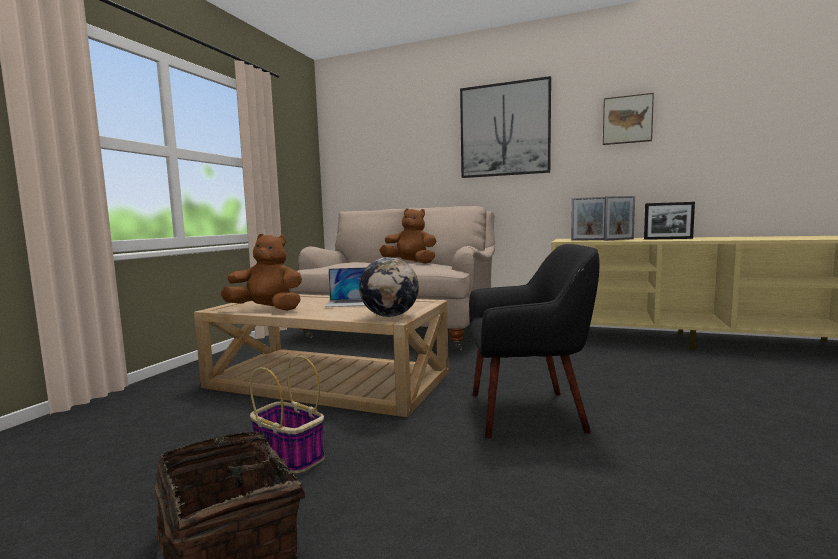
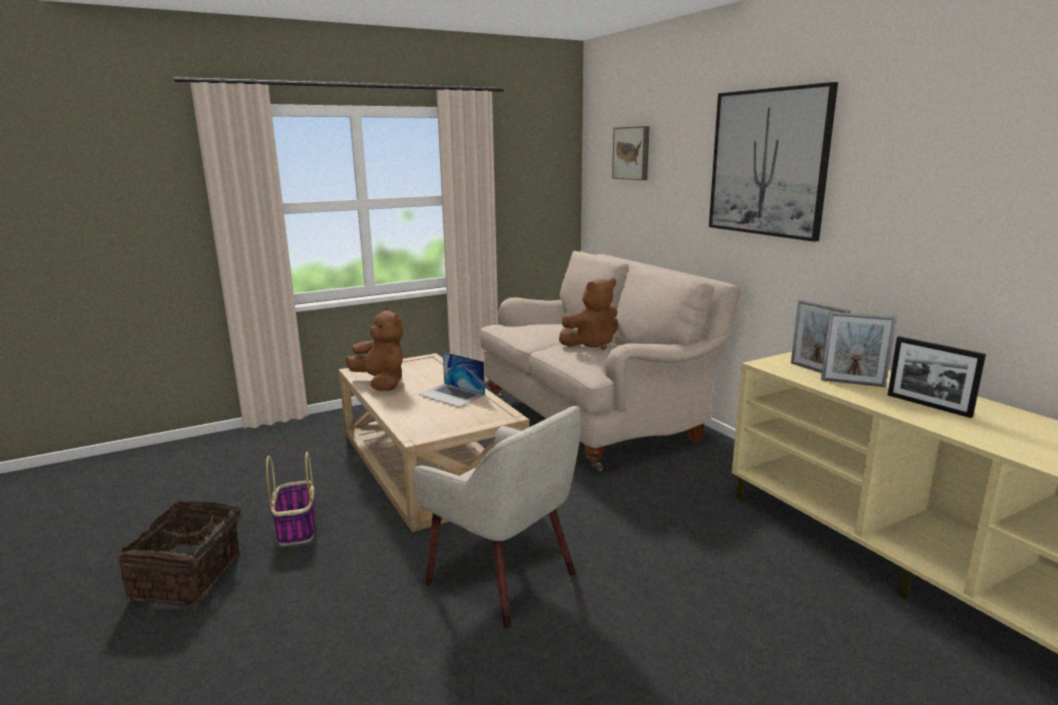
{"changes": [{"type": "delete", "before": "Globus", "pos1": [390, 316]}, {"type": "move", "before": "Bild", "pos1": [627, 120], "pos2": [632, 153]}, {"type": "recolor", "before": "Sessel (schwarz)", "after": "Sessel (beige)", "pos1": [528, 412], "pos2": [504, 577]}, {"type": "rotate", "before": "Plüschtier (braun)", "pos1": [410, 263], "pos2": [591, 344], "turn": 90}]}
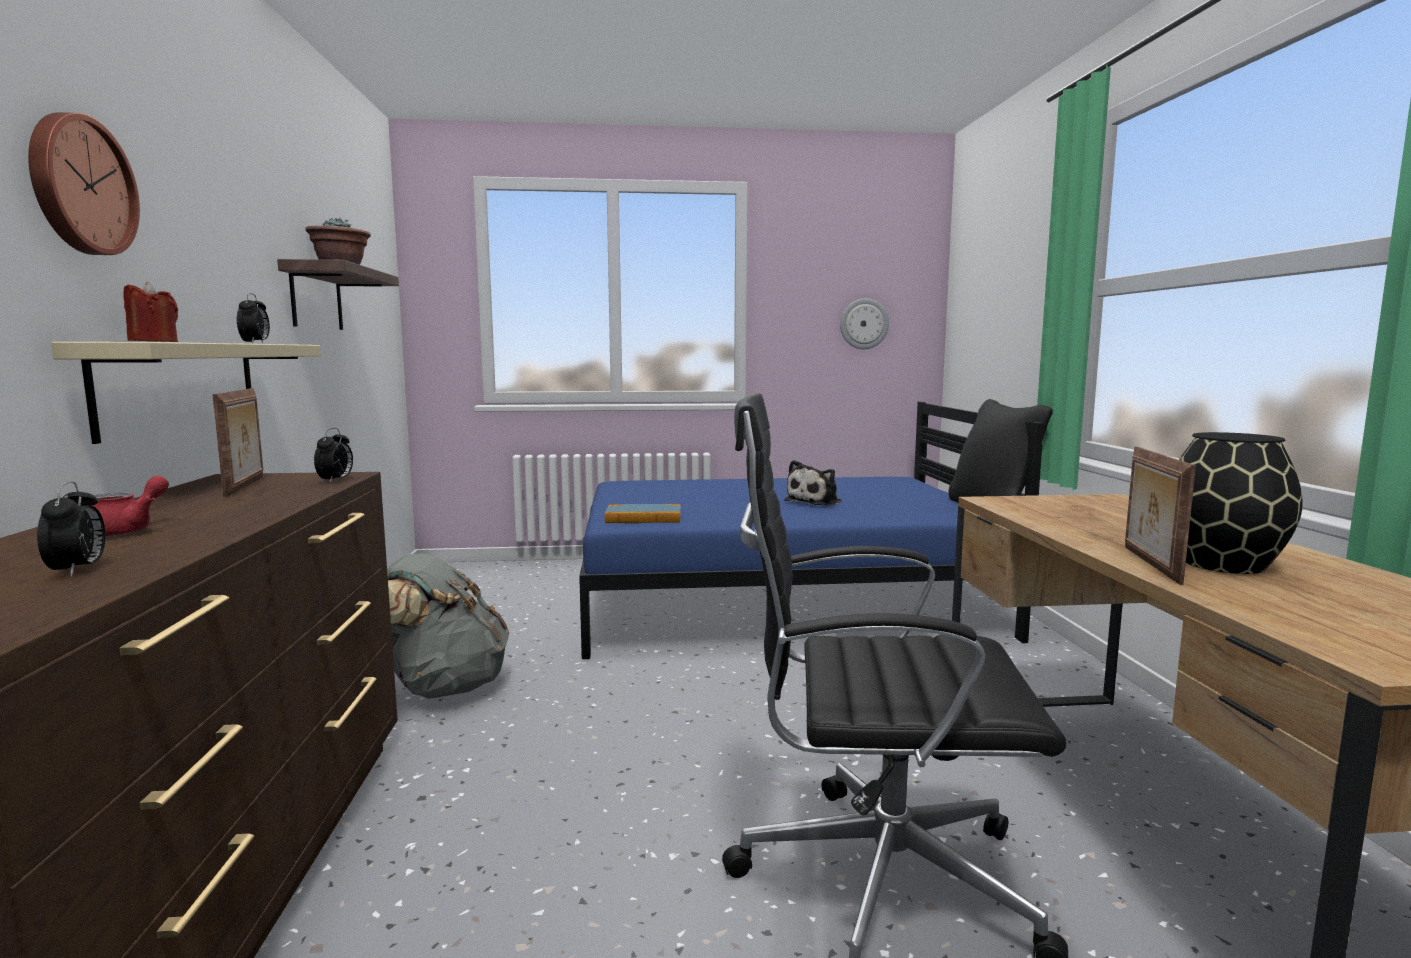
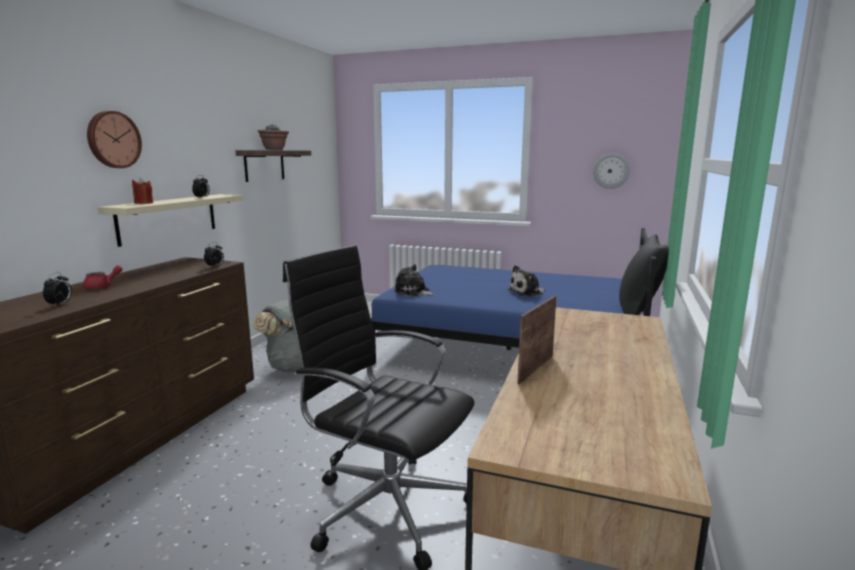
{"changes": [{"type": "delete", "before": "Bilderrahmen", "pos1": [246, 486]}, {"type": "delete", "before": "Vase (schwarz)", "pos1": [1223, 564]}, {"type": "replace", "before": "Buch", "after": "Plüschtier", "pos1": [643, 518], "pos2": [413, 292]}]}
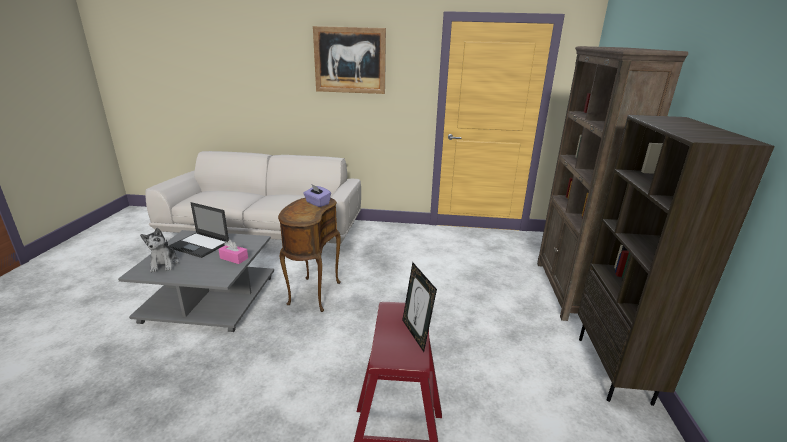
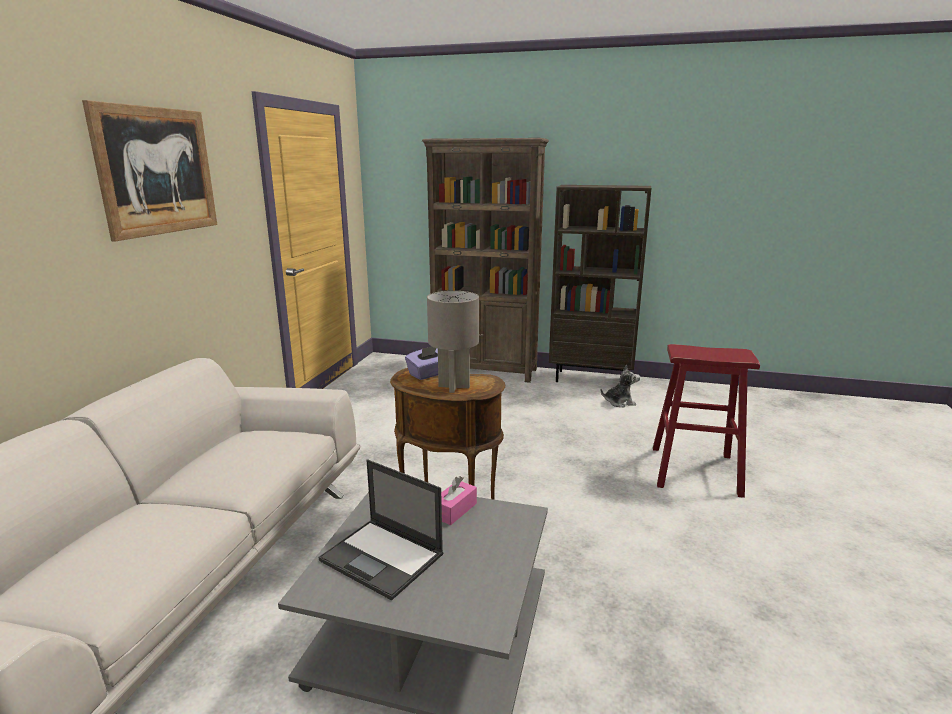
{"changes": [{"type": "delete", "before": "Bilderrahmen", "pos1": [416, 334]}, {"type": "insert", "after": "Tischlampe (grau)", "pos2": [454, 387]}, {"type": "move", "before": "Plüschtier", "pos1": [164, 264], "pos2": [619, 402]}, {"type": "rotate", "before": "Laptop", "pos1": [200, 245], "pos2": [383, 558], "turn": 90}]}
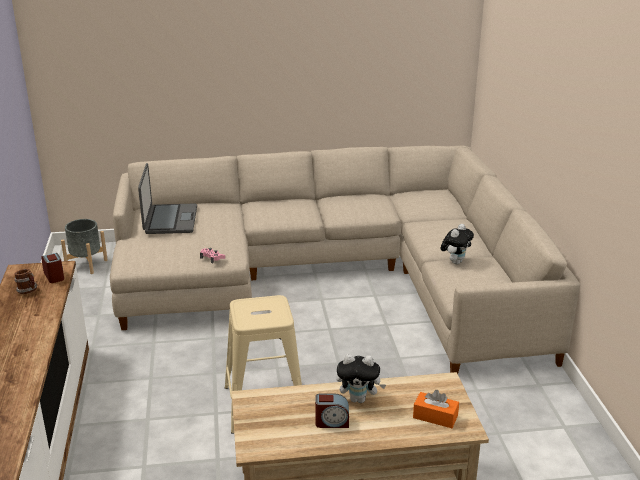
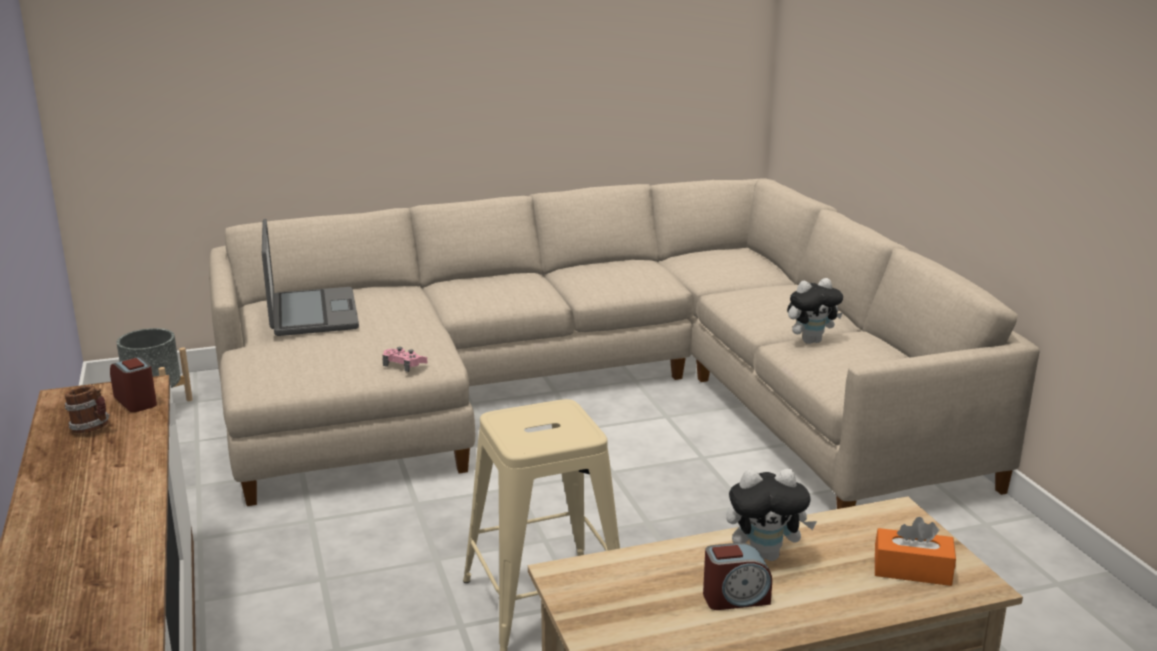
{"changes": [{"type": "rotate", "before": "Plüschtier", "pos1": [455, 262], "pos2": [811, 341], "turn": 45}]}
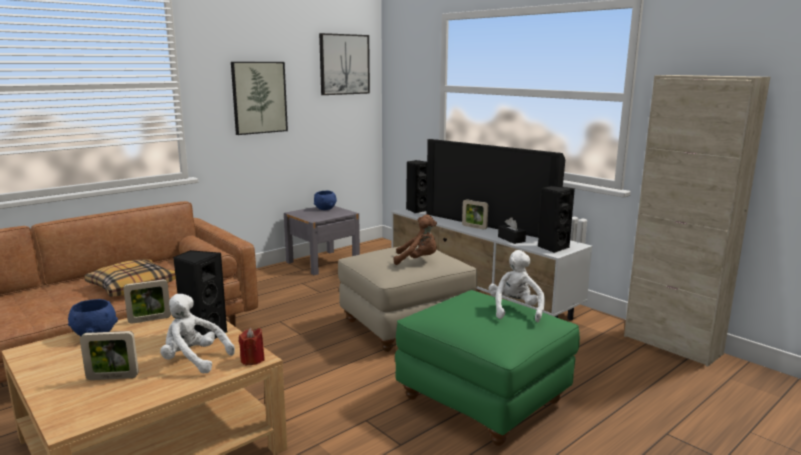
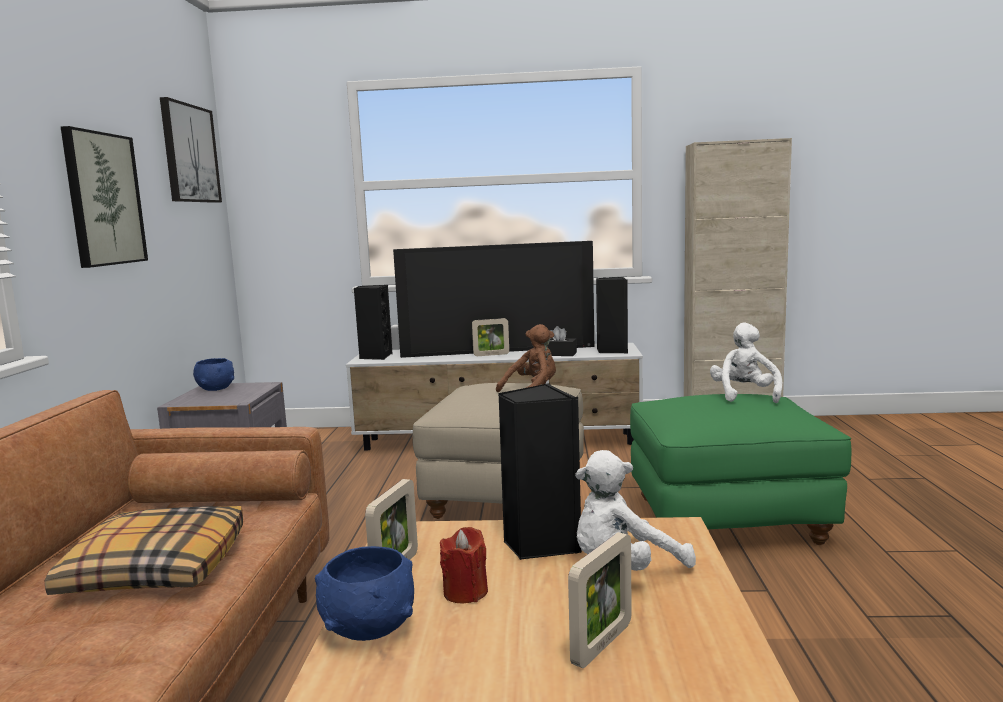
{"changes": [{"type": "move", "before": "Kerze (rot)", "pos1": [252, 360], "pos2": [465, 592]}, {"type": "rotate", "before": "Plüschtier (weiß)", "pos1": [515, 310], "pos2": [744, 395], "turn": 45}]}
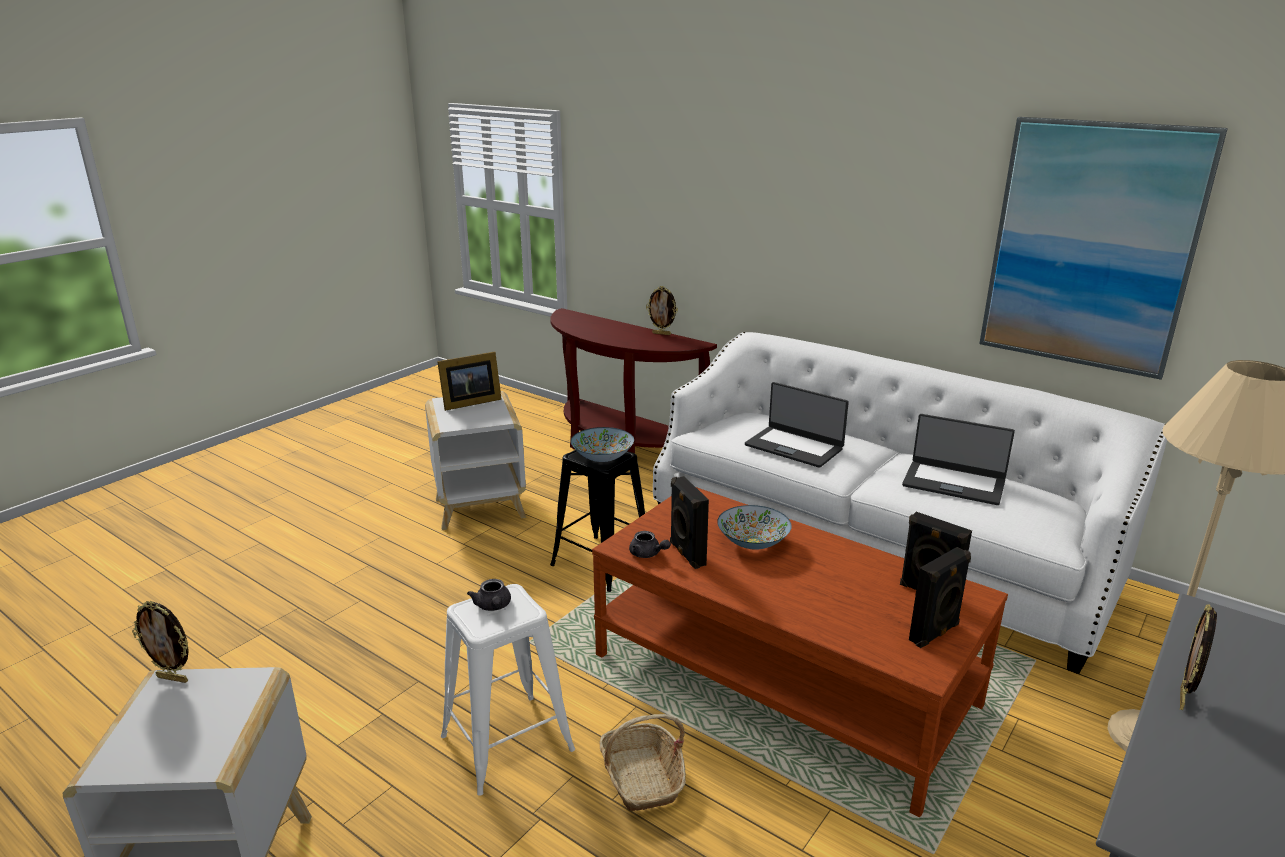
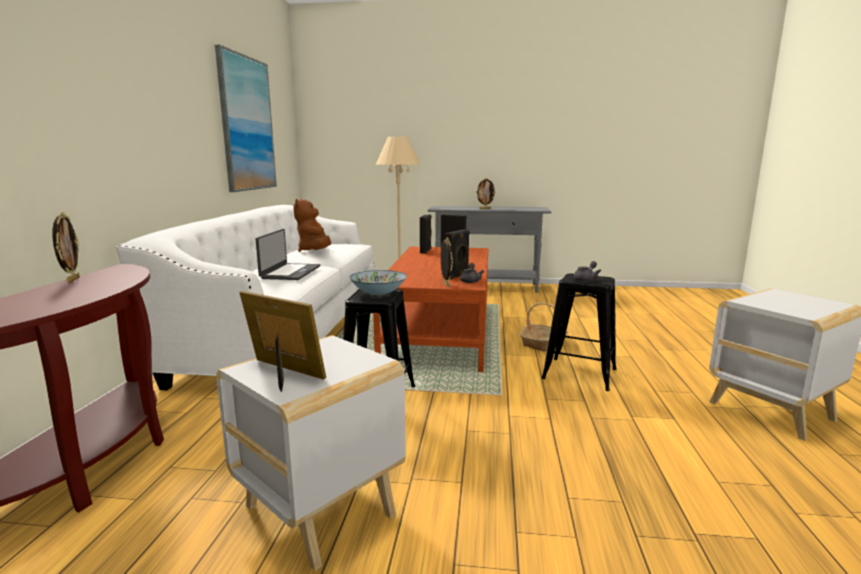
{"changes": [{"type": "delete", "before": "Schüssel", "pos1": [753, 542]}, {"type": "move", "before": "Bilderrahmen", "pos1": [173, 678], "pos2": [446, 285]}, {"type": "replace", "before": "Laptop", "after": "Plüschtier (braun)", "pos1": [953, 483], "pos2": [315, 251]}, {"type": "recolor", "before": "Hocker (weiß)", "after": "Hocker (schwarz)", "pos1": [507, 743], "pos2": [579, 374]}]}
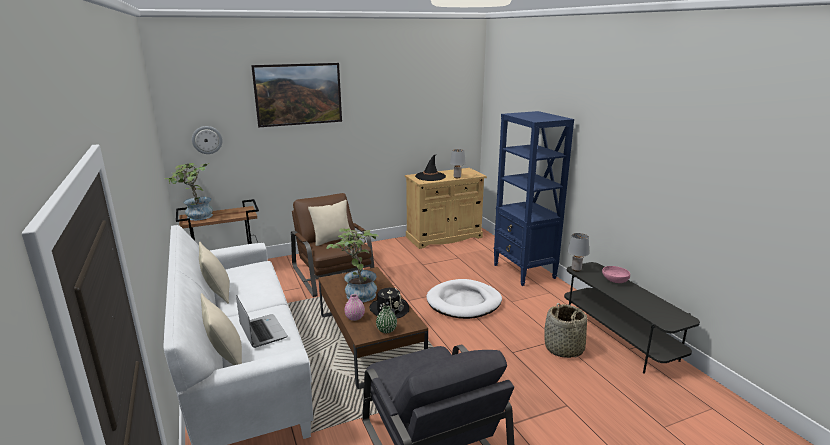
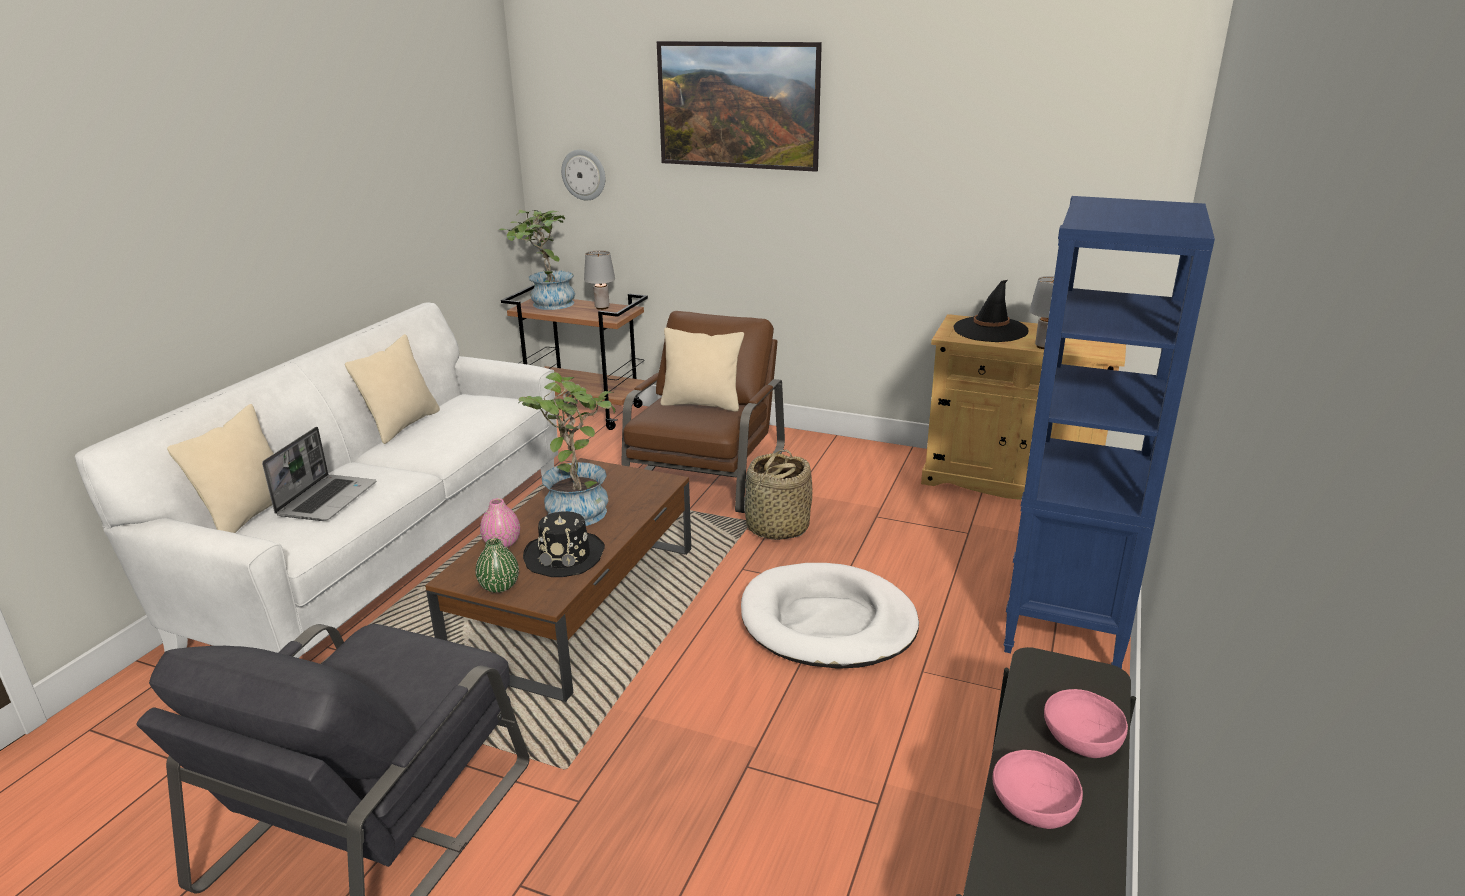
{"changes": [{"type": "insert", "after": "Schüssel (rosa)", "pos2": [1032, 807]}, {"type": "move", "before": "Korb", "pos1": [563, 349], "pos2": [776, 527]}, {"type": "move", "before": "Tischlampe (grau)", "pos1": [576, 269], "pos2": [602, 307]}]}
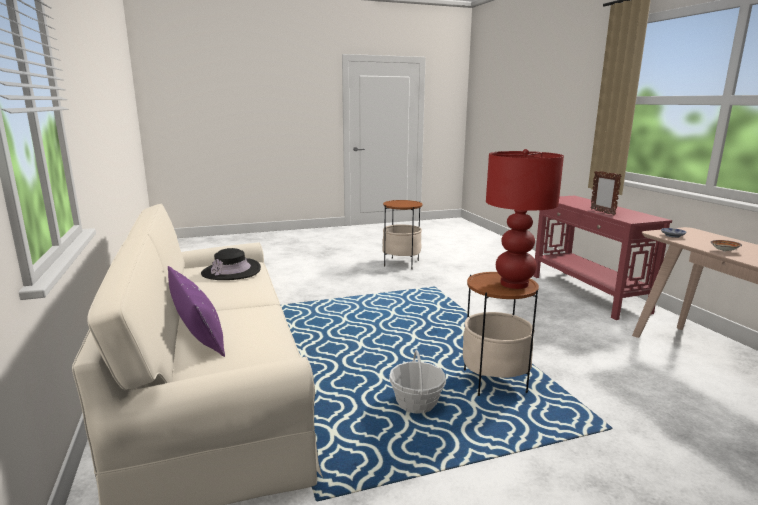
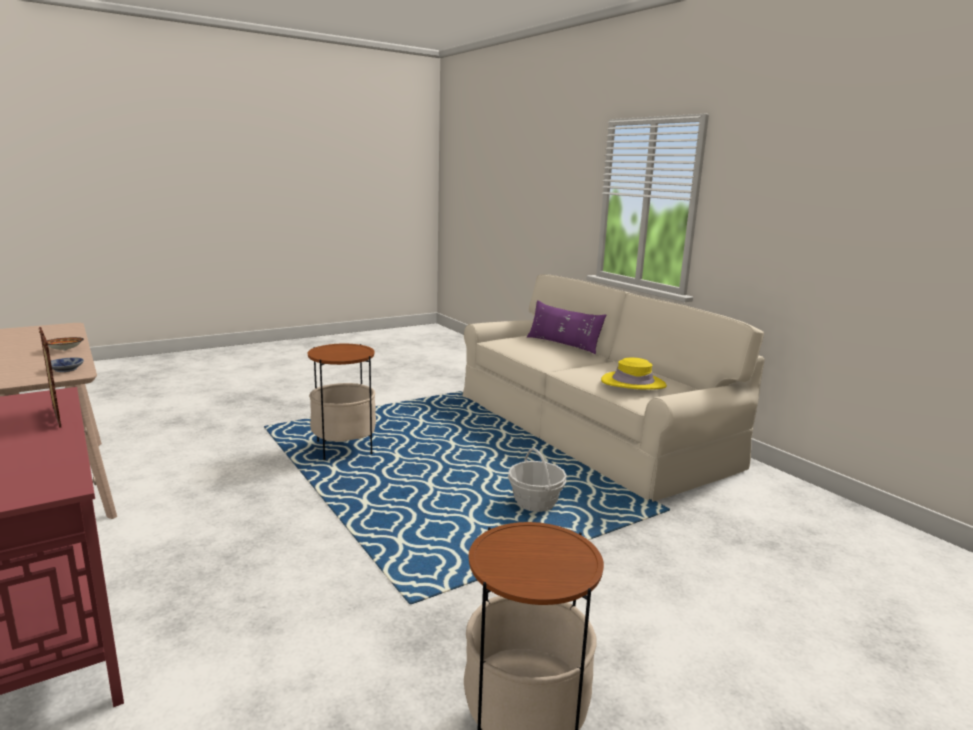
{"changes": [{"type": "delete", "before": "Tischlampe (rot)", "pos1": [513, 284]}, {"type": "move", "before": "Korb", "pos1": [416, 403], "pos2": [535, 503]}, {"type": "recolor", "before": "Hut (schwarz)", "after": "Hut (gelb)", "pos1": [231, 271], "pos2": [633, 383]}]}
